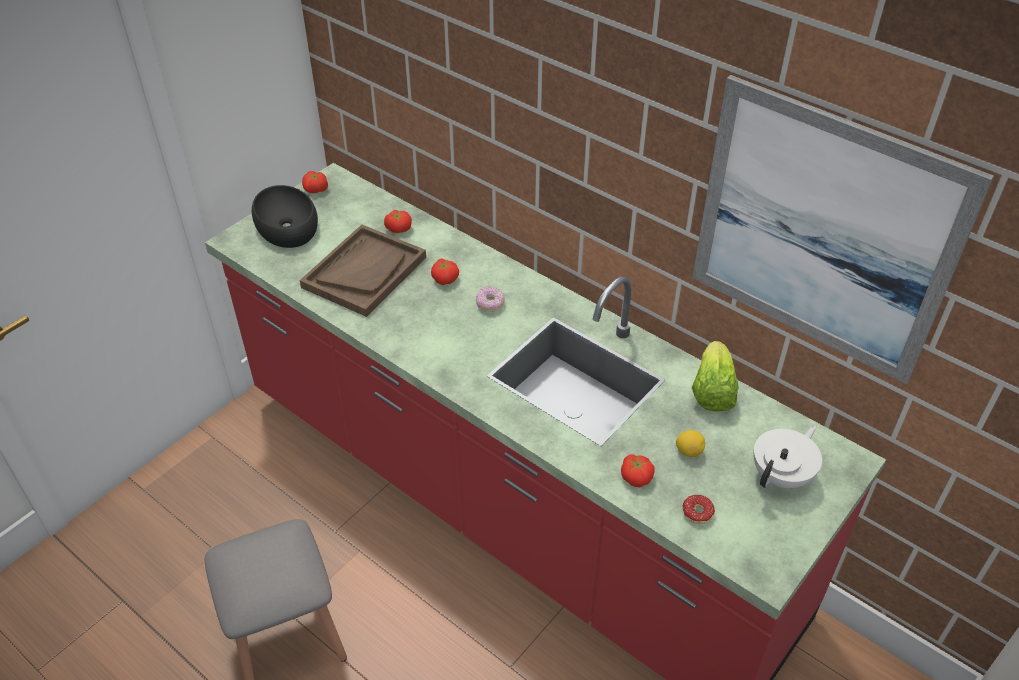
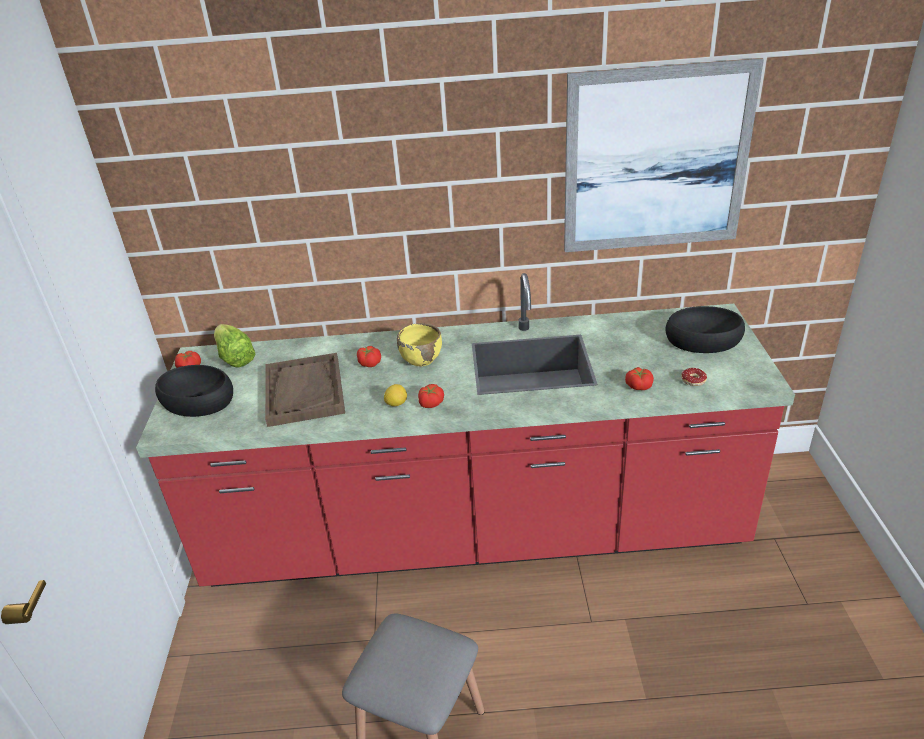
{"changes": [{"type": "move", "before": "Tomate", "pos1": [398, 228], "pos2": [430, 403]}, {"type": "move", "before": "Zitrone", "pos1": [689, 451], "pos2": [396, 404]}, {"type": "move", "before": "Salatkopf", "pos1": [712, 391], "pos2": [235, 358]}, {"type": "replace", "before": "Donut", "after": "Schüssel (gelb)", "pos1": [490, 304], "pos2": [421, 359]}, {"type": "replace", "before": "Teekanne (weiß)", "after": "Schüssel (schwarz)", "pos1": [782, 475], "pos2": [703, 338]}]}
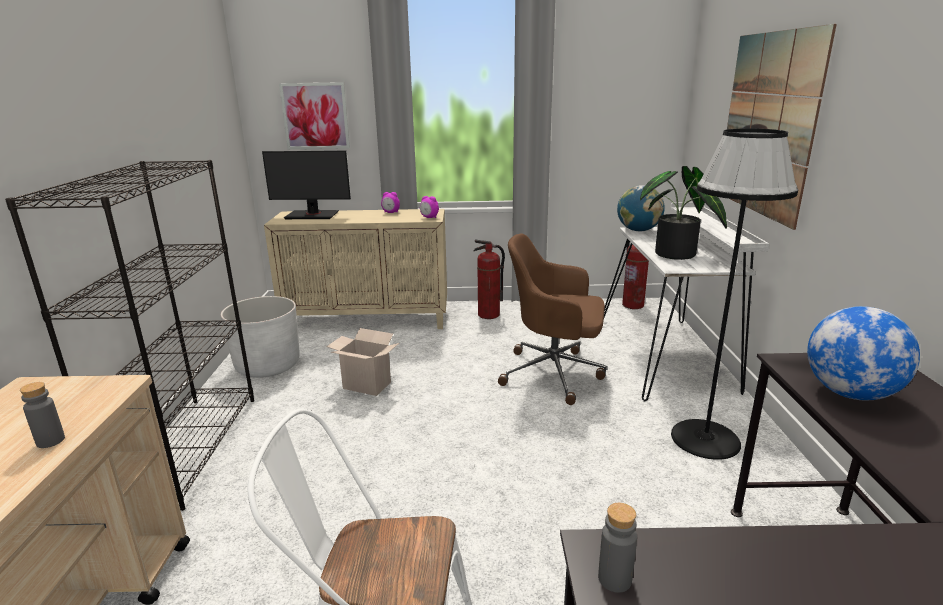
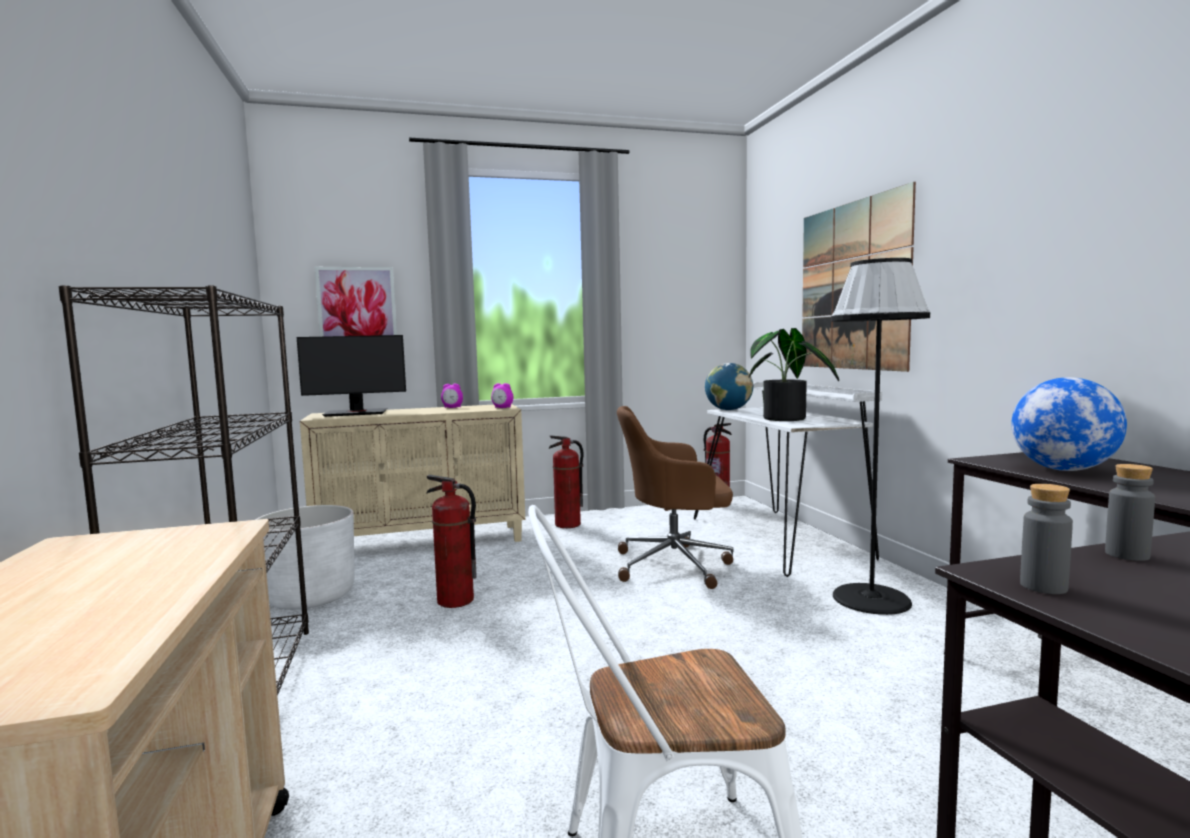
{"changes": [{"type": "move", "before": "Flasche (grau)", "pos1": [50, 441], "pos2": [1127, 555]}, {"type": "replace", "before": "Karton", "after": "Feuerlöscher", "pos1": [365, 386], "pos2": [455, 601]}]}
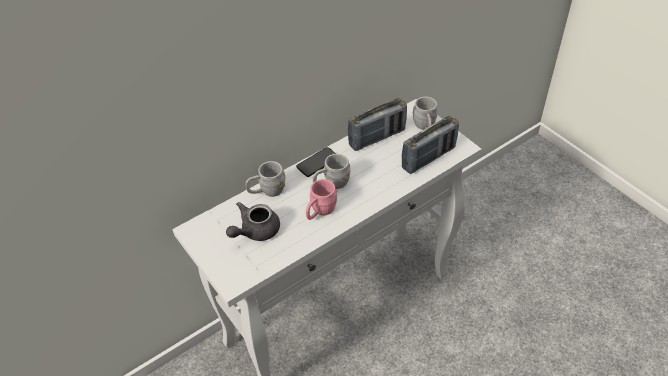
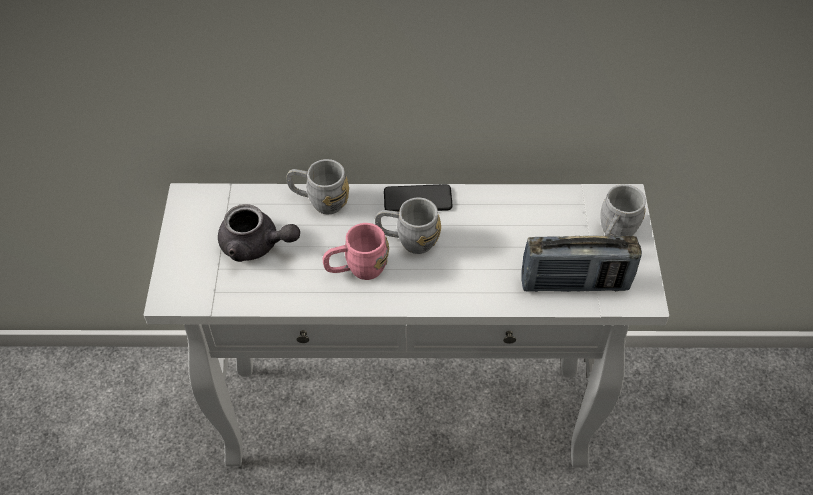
{"changes": [{"type": "delete", "before": "Radio", "pos1": [377, 138]}, {"type": "rotate", "before": "Teekanne (grau)", "pos1": [255, 231], "pos2": [256, 246], "turn": -150}]}
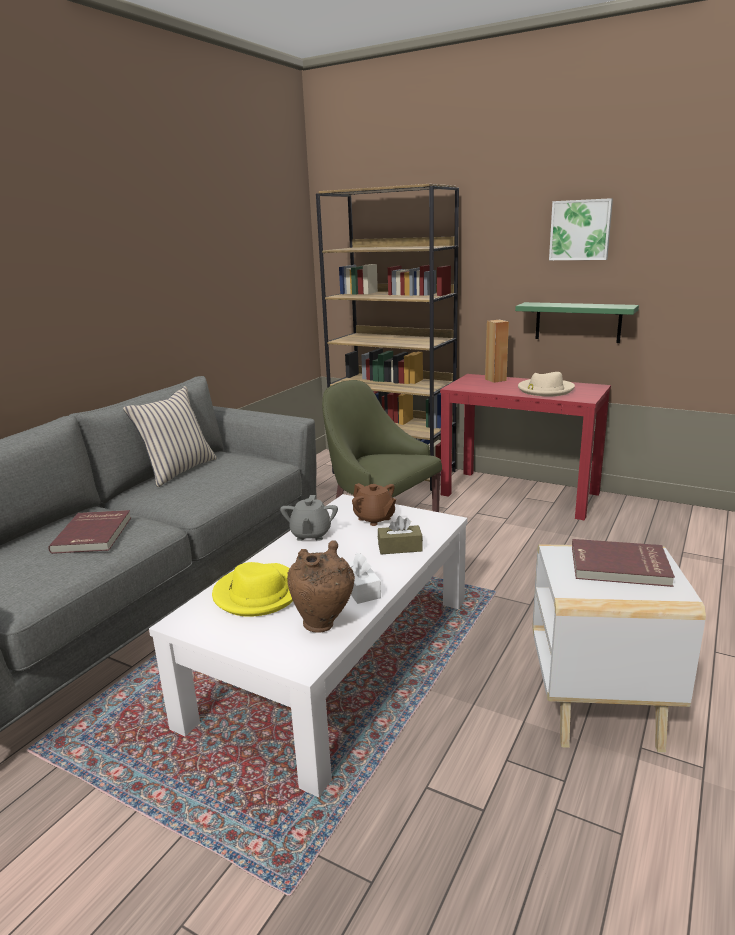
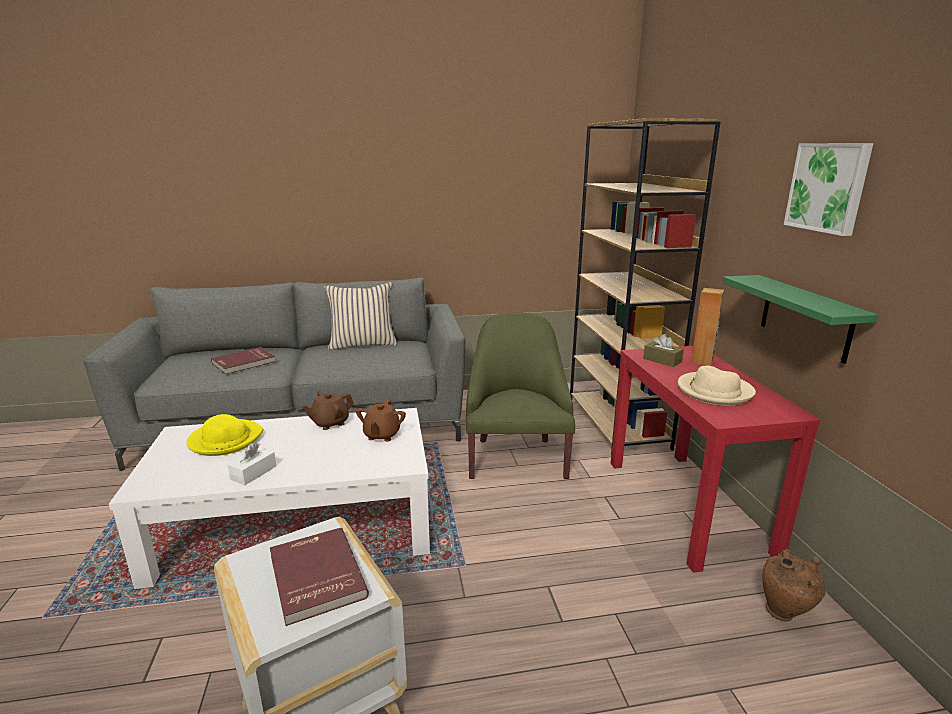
{"changes": [{"type": "move", "before": "Vase (braun)", "pos1": [323, 624], "pos2": [784, 614]}, {"type": "move", "before": "Taschentuchbox (braun)", "pos1": [400, 547], "pos2": [662, 360]}, {"type": "recolor", "before": "Teekanne (grau)", "after": "Teekanne (braun)", "pos1": [310, 534], "pos2": [330, 423]}]}
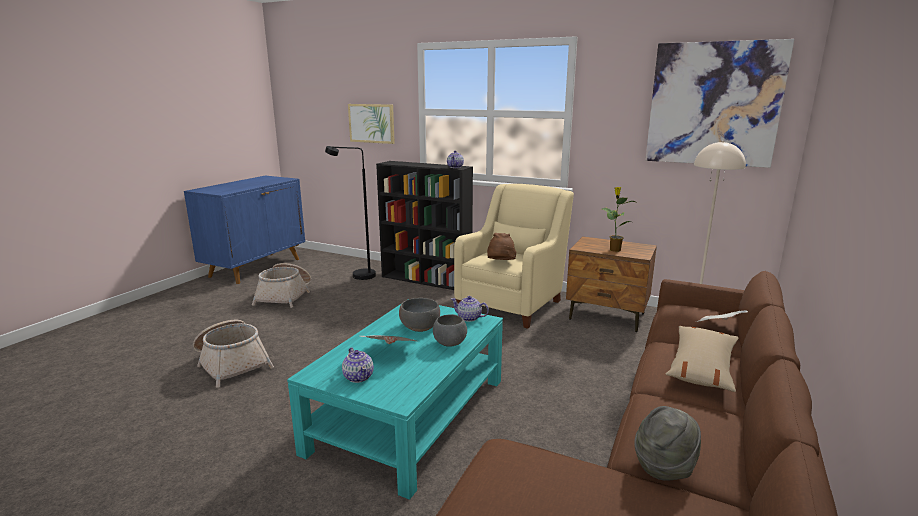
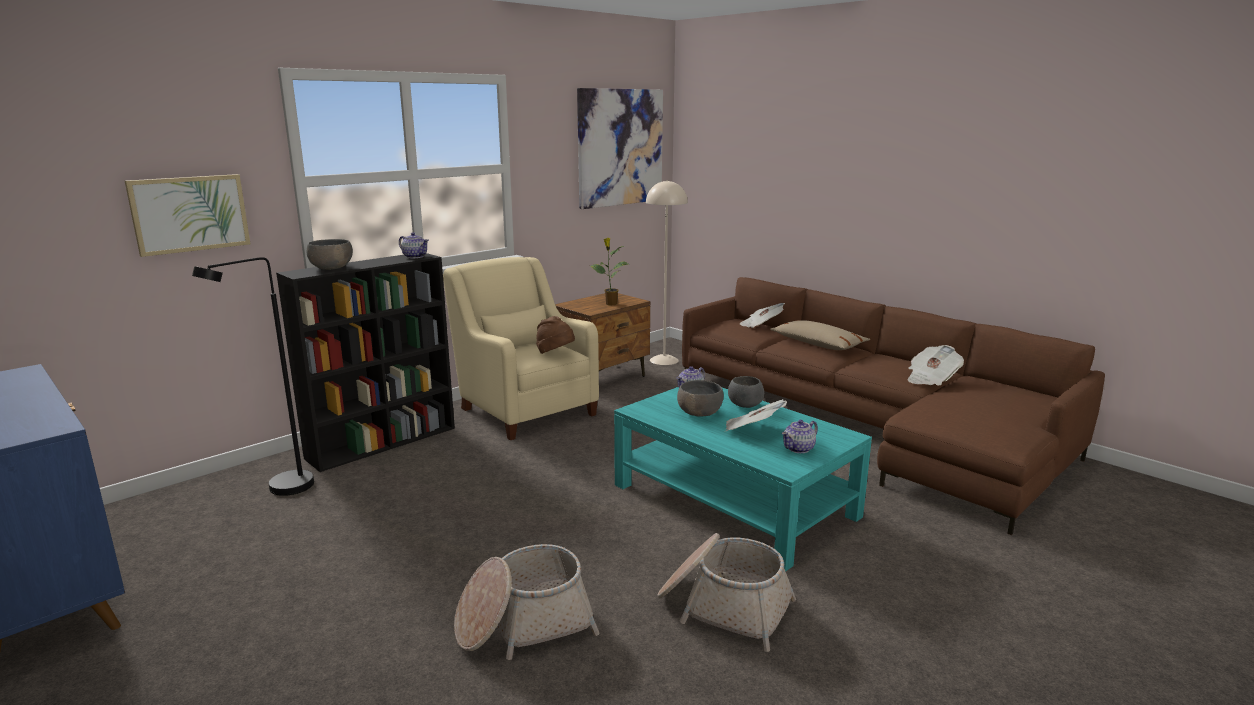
{"changes": [{"type": "insert", "after": "Schüssel (grau)", "pos2": [331, 268]}, {"type": "move", "before": "Korb", "pos1": [285, 296], "pos2": [723, 606]}, {"type": "replace", "before": "Hut (grau)", "after": "Zeitung", "pos1": [664, 465], "pos2": [931, 379]}, {"type": "rotate", "before": "Teekanne", "pos1": [358, 377], "pos2": [799, 448], "turn": 150}]}
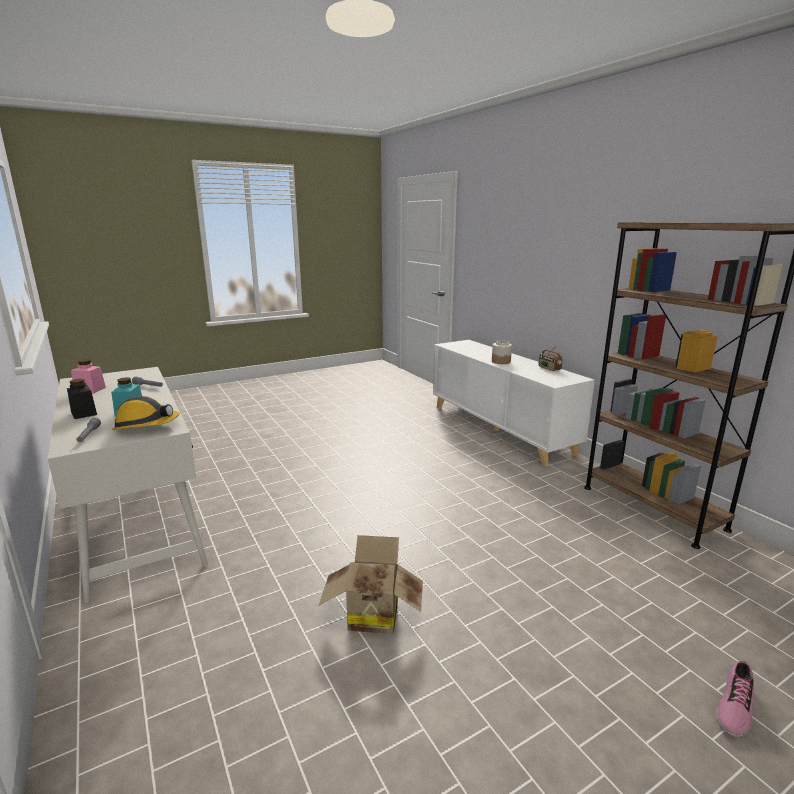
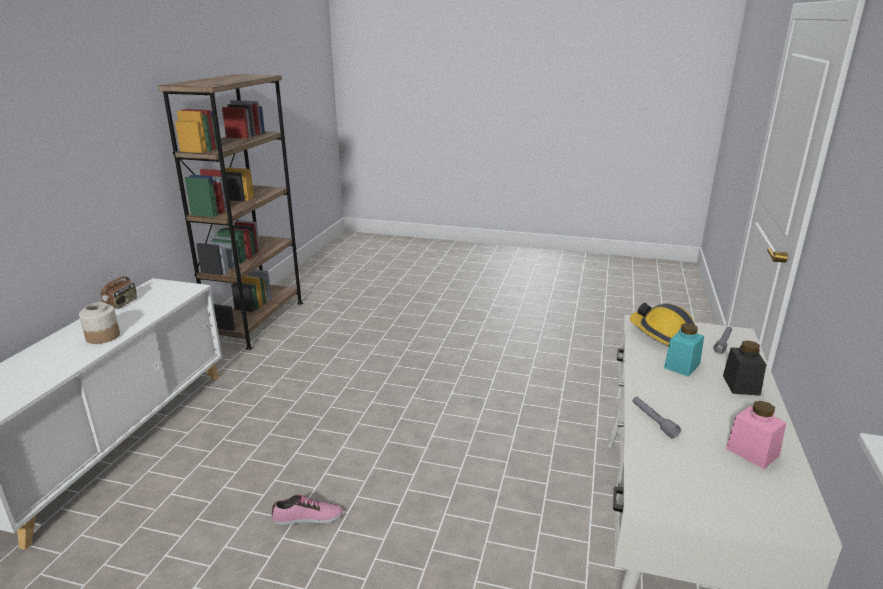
{"changes": [{"type": "delete", "before": "Karton", "pos1": [372, 613]}, {"type": "move", "before": "Schuh", "pos1": [733, 705], "pos2": [308, 518]}]}
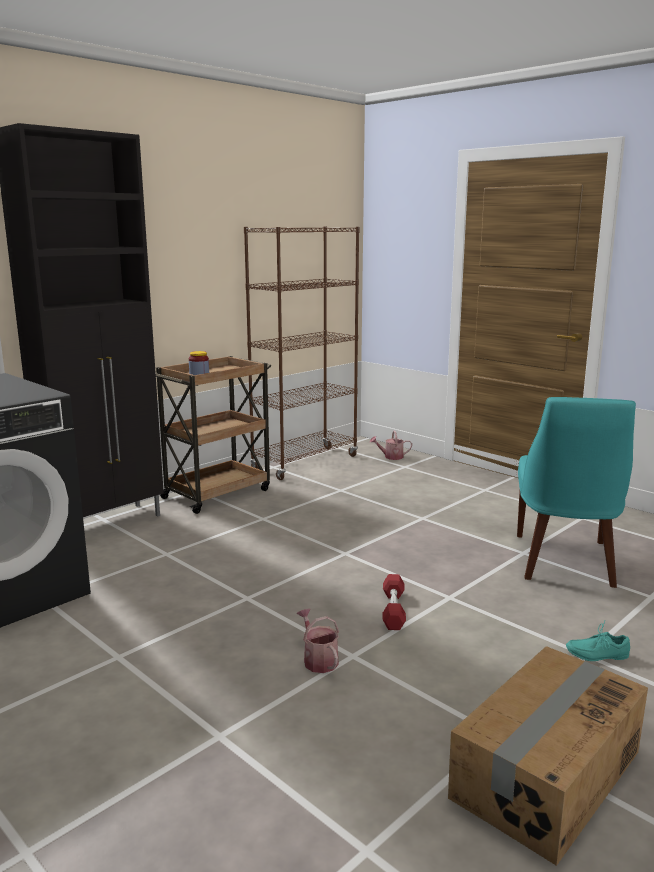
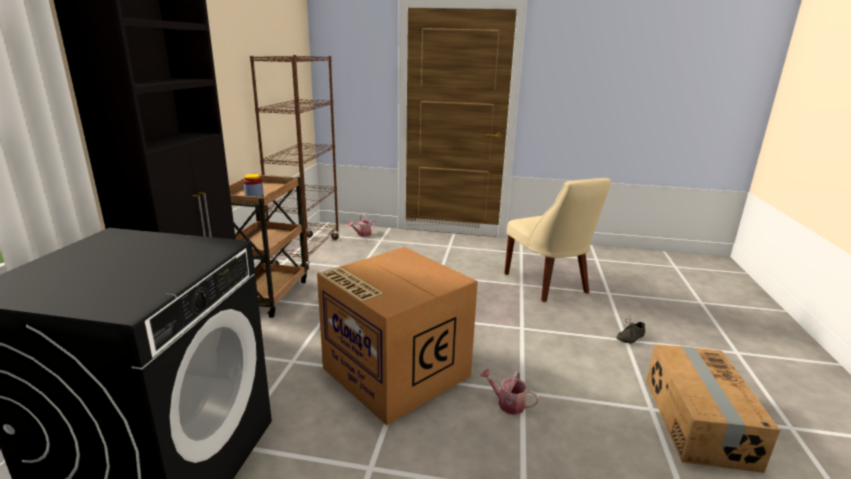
{"changes": [{"type": "delete", "before": "Hantel (rot)", "pos1": [393, 610]}, {"type": "insert", "after": "Karton", "pos2": [393, 372]}, {"type": "recolor", "before": "Stuhl (türkis)", "after": "Stuhl (beige)", "pos1": [564, 562], "pos2": [548, 284]}, {"type": "recolor", "before": "Schuh (türkis)", "after": "Schuh (grau)", "pos1": [596, 654], "pos2": [629, 337]}]}
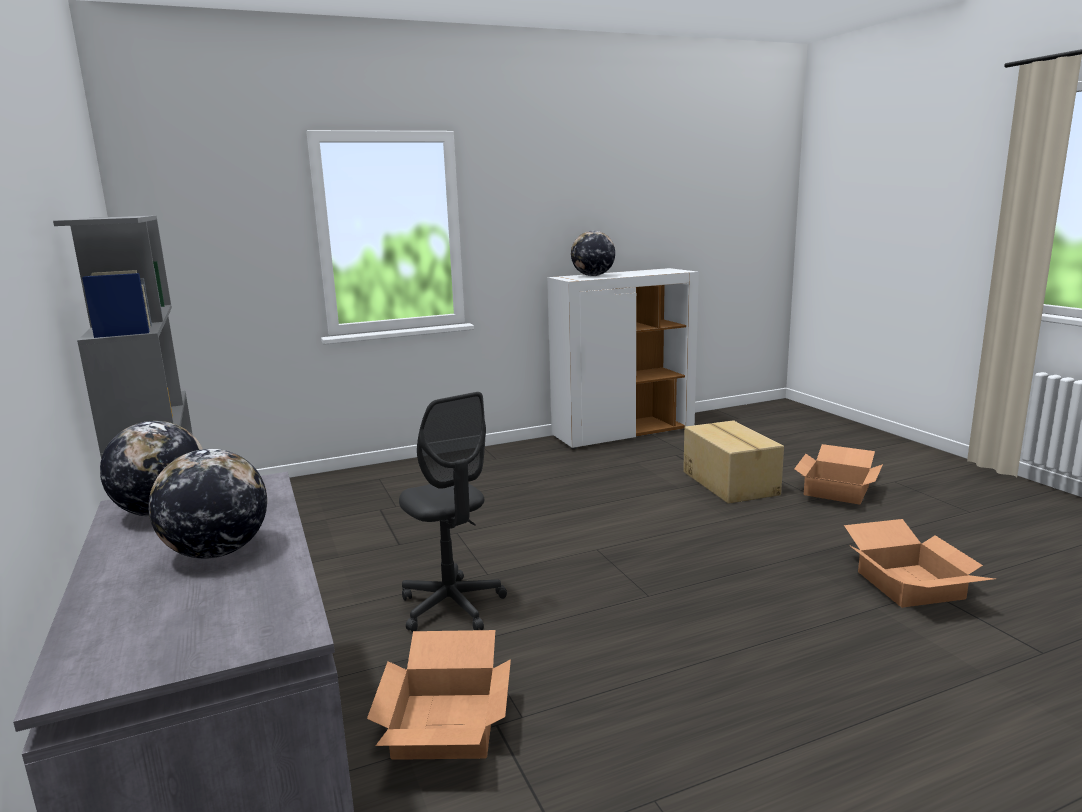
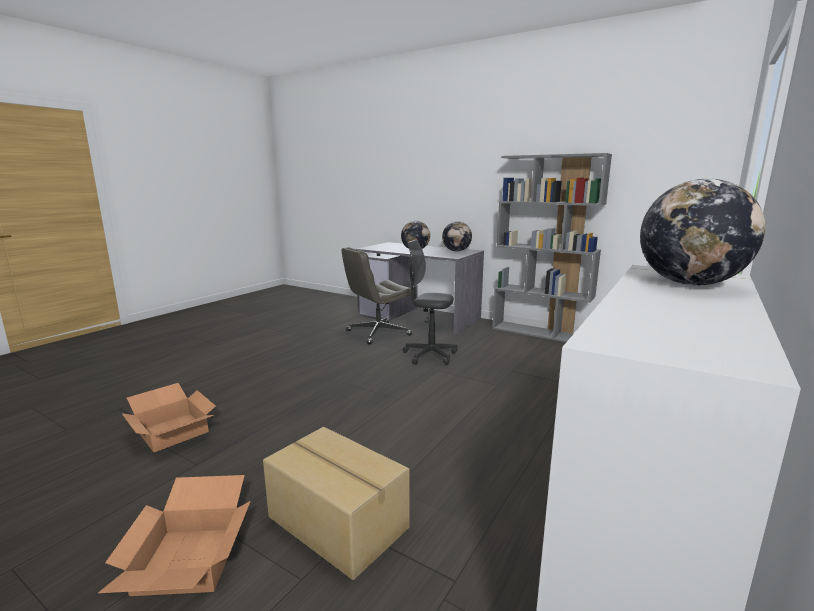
{"changes": [{"type": "replace", "before": "Karton", "after": "Bürostuhl (grau)", "pos1": [447, 726], "pos2": [377, 333]}]}
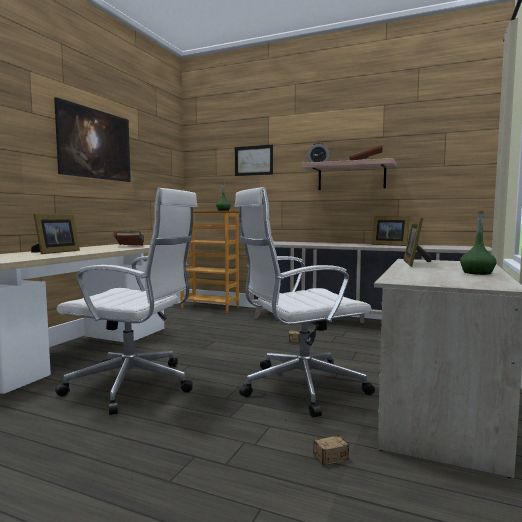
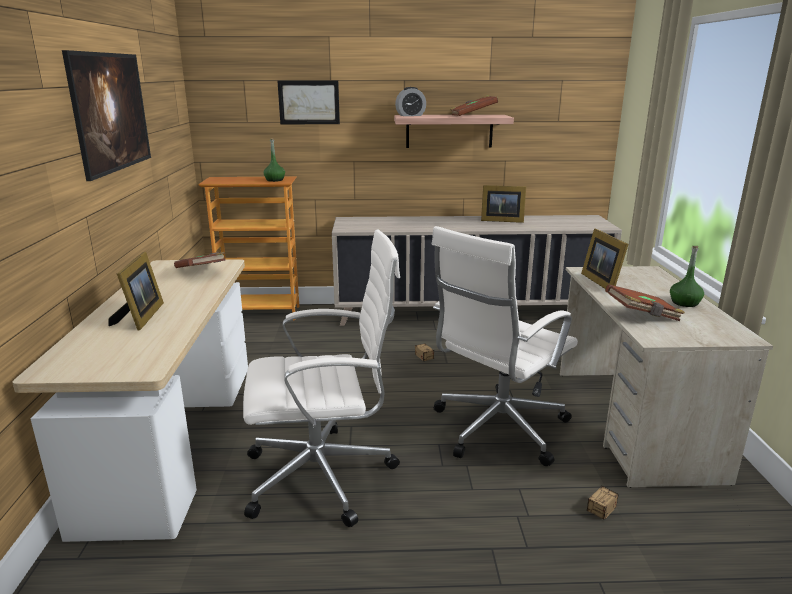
{"changes": [{"type": "insert", "after": "Buch (braun)", "pos2": [642, 315]}]}
